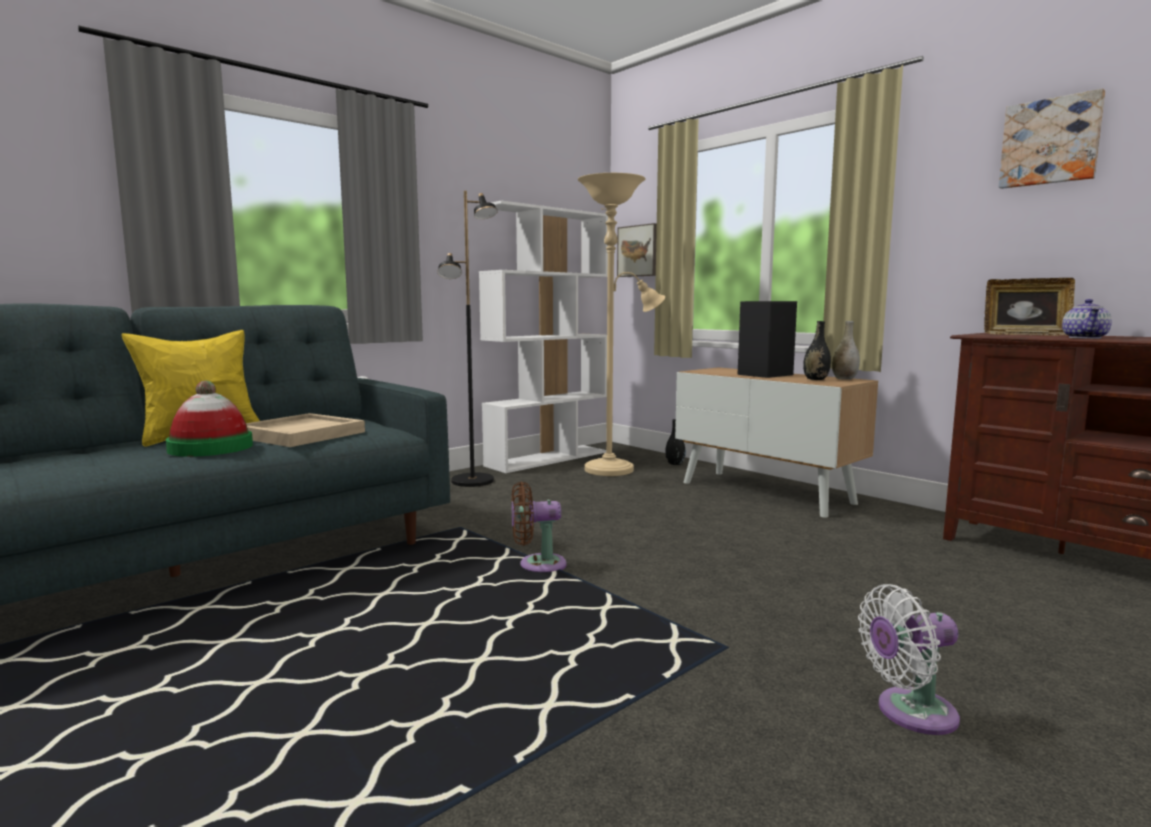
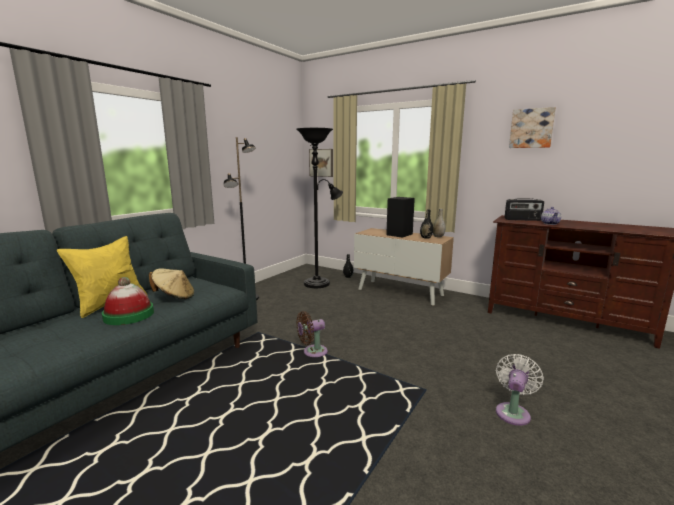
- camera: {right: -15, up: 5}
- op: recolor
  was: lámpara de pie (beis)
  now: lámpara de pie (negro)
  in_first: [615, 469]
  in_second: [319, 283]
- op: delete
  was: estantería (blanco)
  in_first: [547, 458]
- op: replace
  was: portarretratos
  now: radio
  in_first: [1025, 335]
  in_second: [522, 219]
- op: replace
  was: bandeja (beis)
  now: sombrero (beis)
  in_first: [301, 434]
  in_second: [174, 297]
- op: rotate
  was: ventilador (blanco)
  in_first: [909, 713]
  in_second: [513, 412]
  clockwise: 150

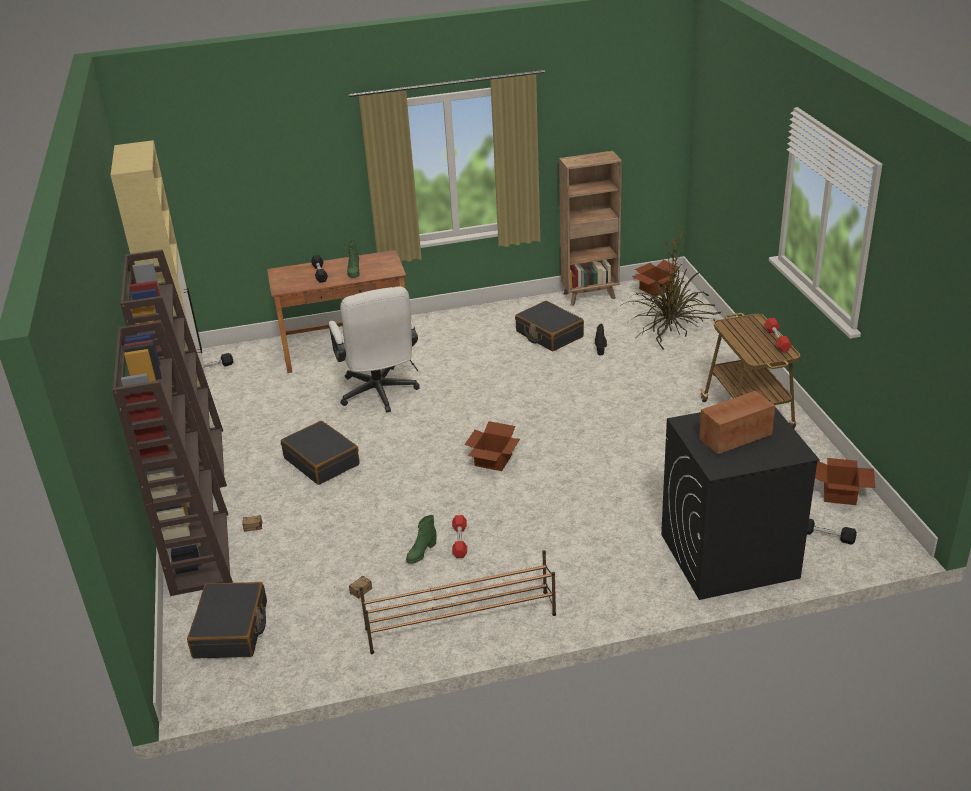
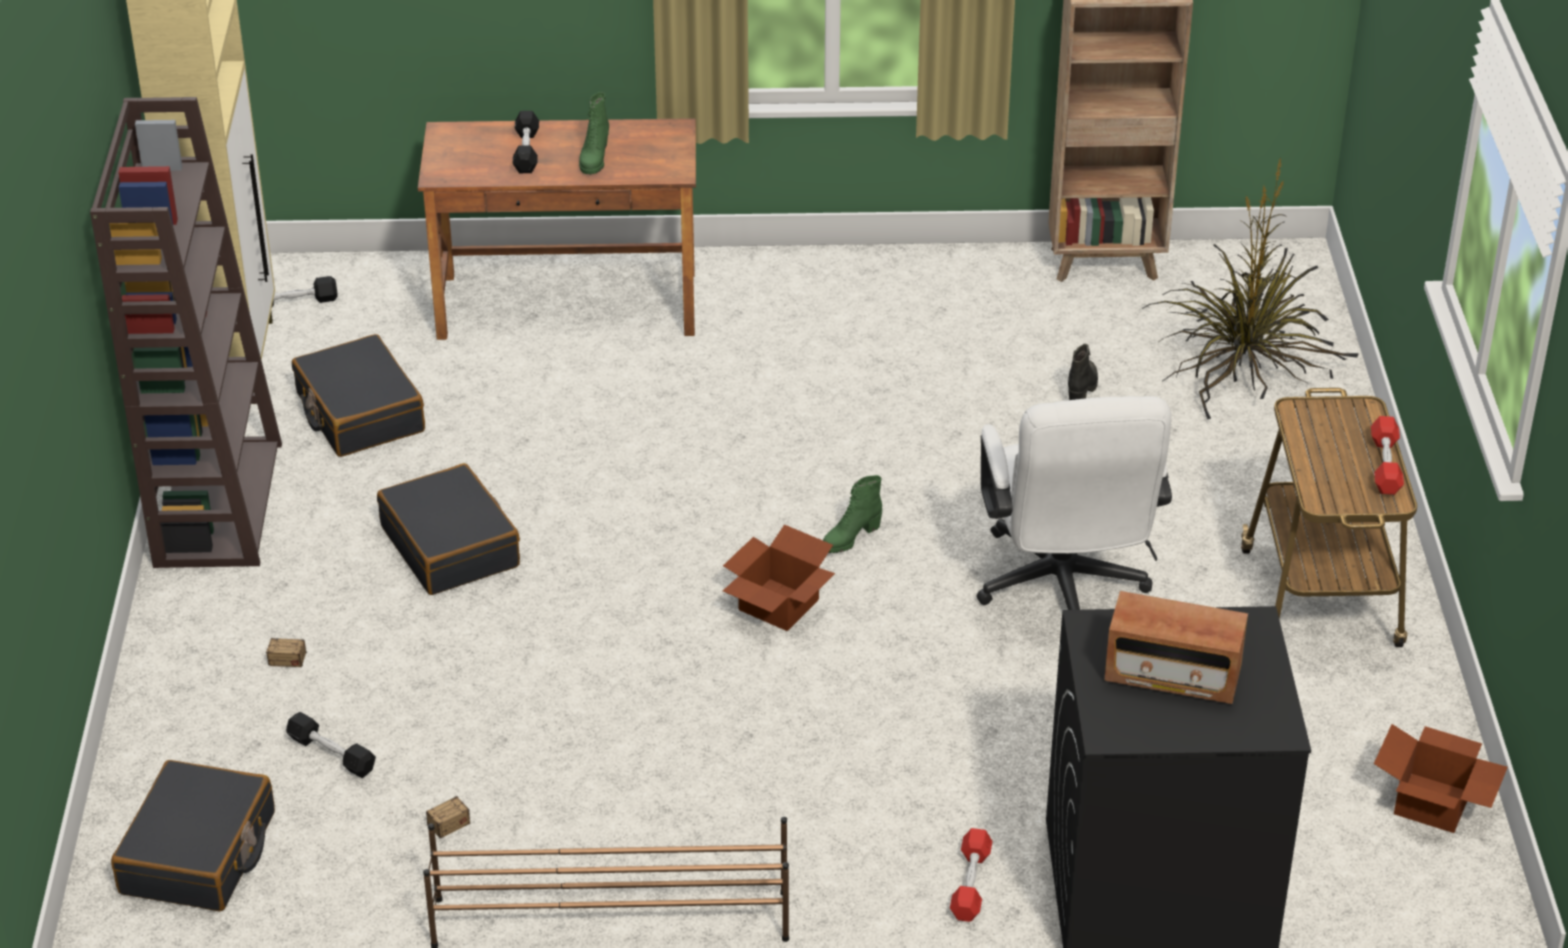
- camera: {right: 10, up: 5}
- op: delete
  was: caja de cartón
  in_first: [654, 289]
- op: move
  was: silla de oficina (blanco)
  in_first: [379, 395]
  in_second: [1062, 591]
- op: move
  was: maleta (negro)
  in_first: [549, 334]
  in_second: [359, 413]
- op: delete
  was: estantería (marrón)
  in_first: [199, 552]
- op: rotate
  was: radio
  in_first: [735, 437]
  in_second: [1172, 675]
  clockwise: -150
- op: move
  was: bota (verde)
  in_first: [421, 553]
  in_second: [850, 538]
- op: move
  was: mancuerna (rojo)
  in_first: [460, 541]
  in_second: [970, 884]
- op: move
  was: mancuerna (negro)
  in_first: [826, 536]
  in_second: [332, 754]

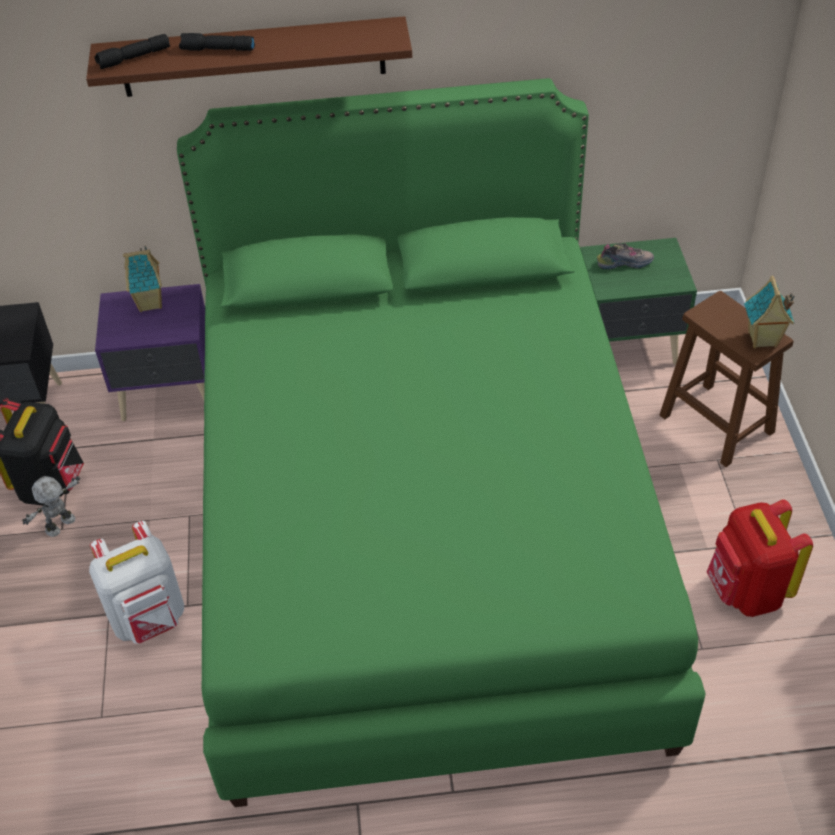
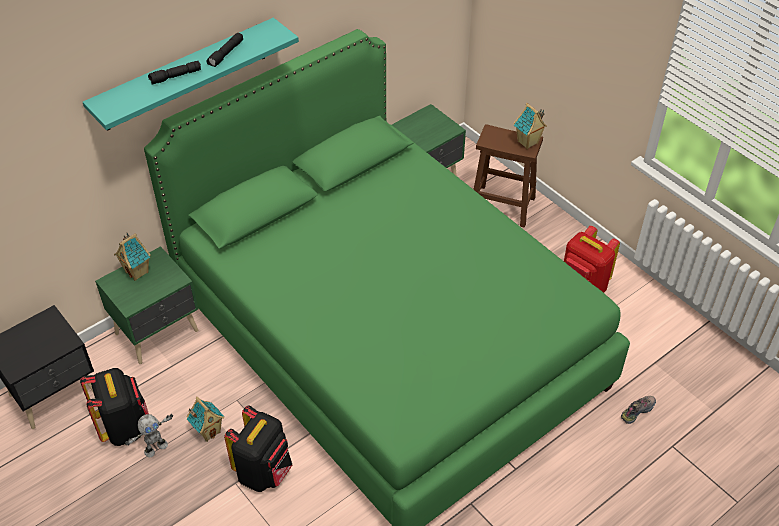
- camera: {right: -35, up: 0}
- op: recolor
  was: estante (marrón)
  now: estante (turquesa)
  in_first: [253, 57]
  in_second: [185, 75]
- op: move
  was: linterna (negro)
  in_first: [134, 58]
  in_second: [226, 54]
- op: move
  was: zapato
  in_first: [624, 263]
  in_second: [637, 411]
- op: recolor
  was: mesita de noche (morado)
  now: mesita de noche (verde)
  in_first: [170, 394]
  in_second: [158, 332]
- op: rotate
  was: robot de juguete
  in_first: [61, 526]
  in_second: [155, 448]
  clockwise: -135
- op: recolor
  was: mochila (blanco)
  now: mochila (negro)
  in_first: [149, 619]
  in_second: [264, 472]
- op: insert
  now: casita
  in_second: [208, 431]

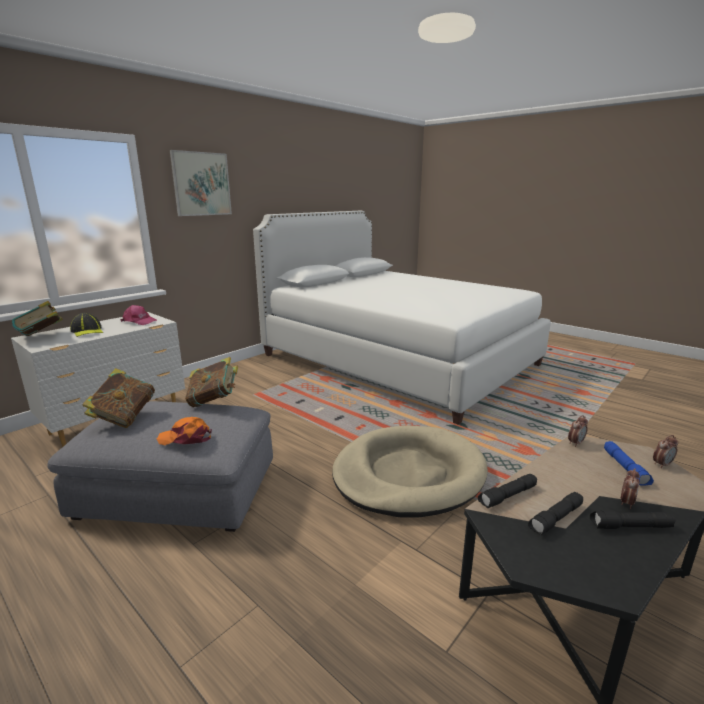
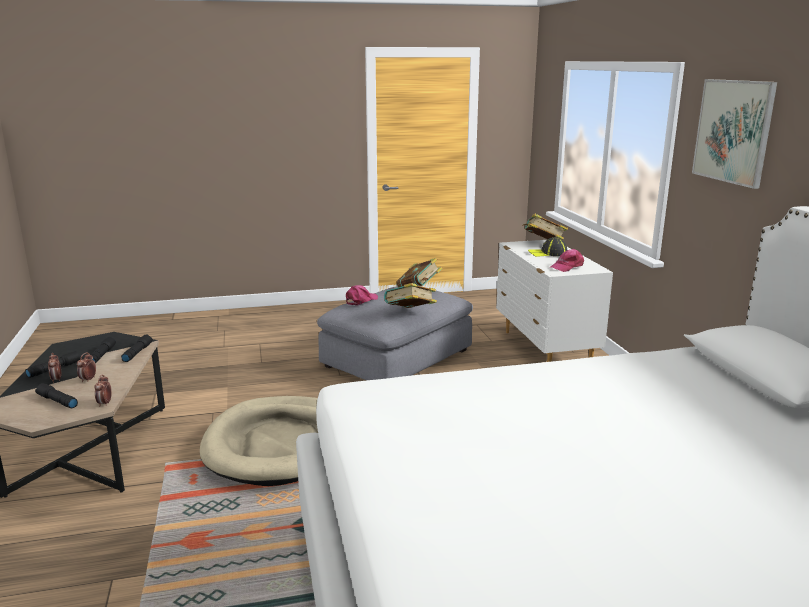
- camera: {right: 125, up: 0}
- op: recolor
  was: gorra (naranja)
  now: gorra (rosa)
  in_first: [185, 438]
  in_second: [361, 300]
- op: move
  was: despertador
  in_first: [662, 464]
  in_second: [88, 380]
- op: recolor
  was: linterna (azul)
  now: linterna (negro)
  in_first: [625, 468]
  in_second: [57, 401]

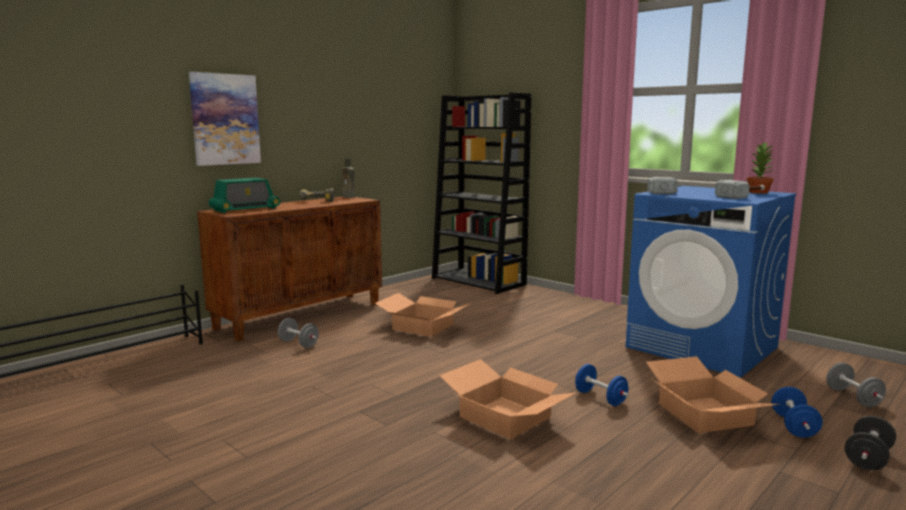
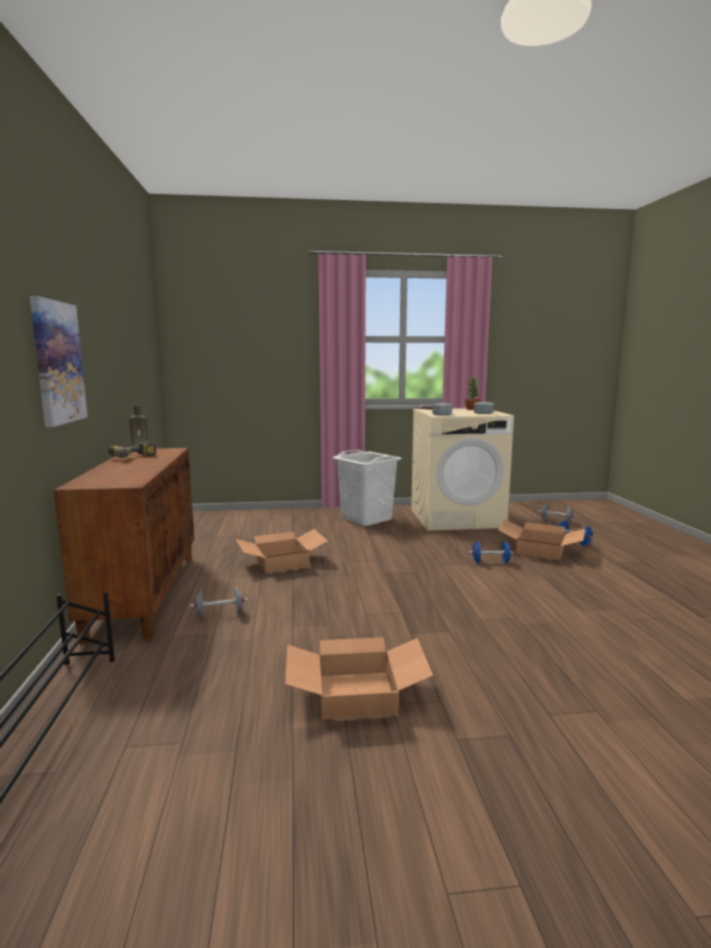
- camera: {right: -50, up: 0}
- op: delete
  was: estantería (negro)
  in_first: [479, 281]
- op: delete
  was: radio
  in_first: [245, 209]
- op: recolor
  was: lavadora (azul)
  now: lavadora (beis)
  in_first: [702, 347]
  in_second: [457, 518]
- op: move
  was: caja de cartón
  in_first: [507, 417]
  in_second: [357, 694]
- op: delete
  was: mancuerna (negro)
  in_first: [868, 458]
- op: insert
  now: cesto de la ropa (blanco)
  in_second: [366, 519]

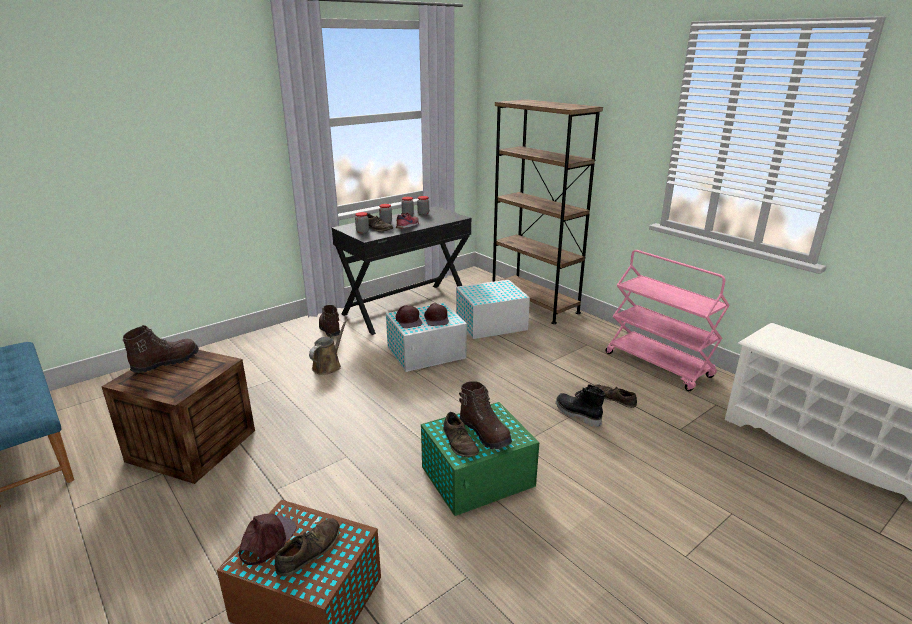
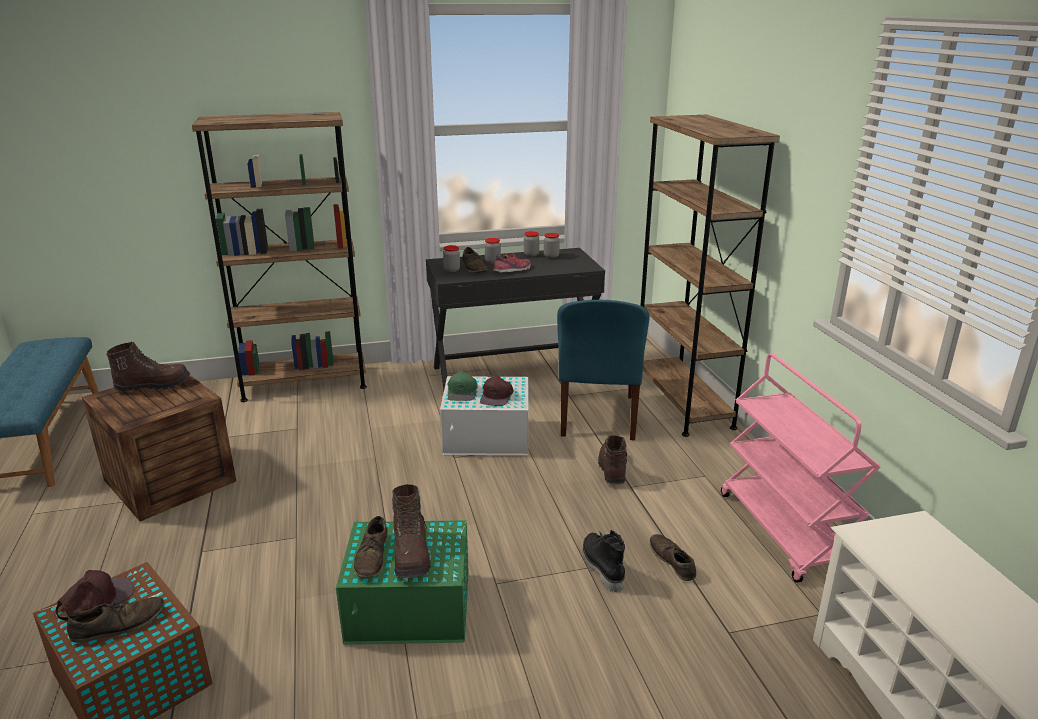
- camera: {right: 25, up: 0}
- op: replace
  was: caja de almacenaje (blanco)
  now: silla (azul)
  in_first: [490, 324]
  in_second: [597, 417]
- op: move
  was: bota (marrón)
  in_first: [329, 330]
  in_second: [611, 470]
- op: recolor
  was: gorra (marrón)
  now: gorra (verde)
  in_first: [408, 320]
  in_second: [463, 391]
- op: delete
  was: regadera (marrón)
  in_first: [328, 365]
- op: insert
  now: estantería (marrón)
  in_second: [304, 383]

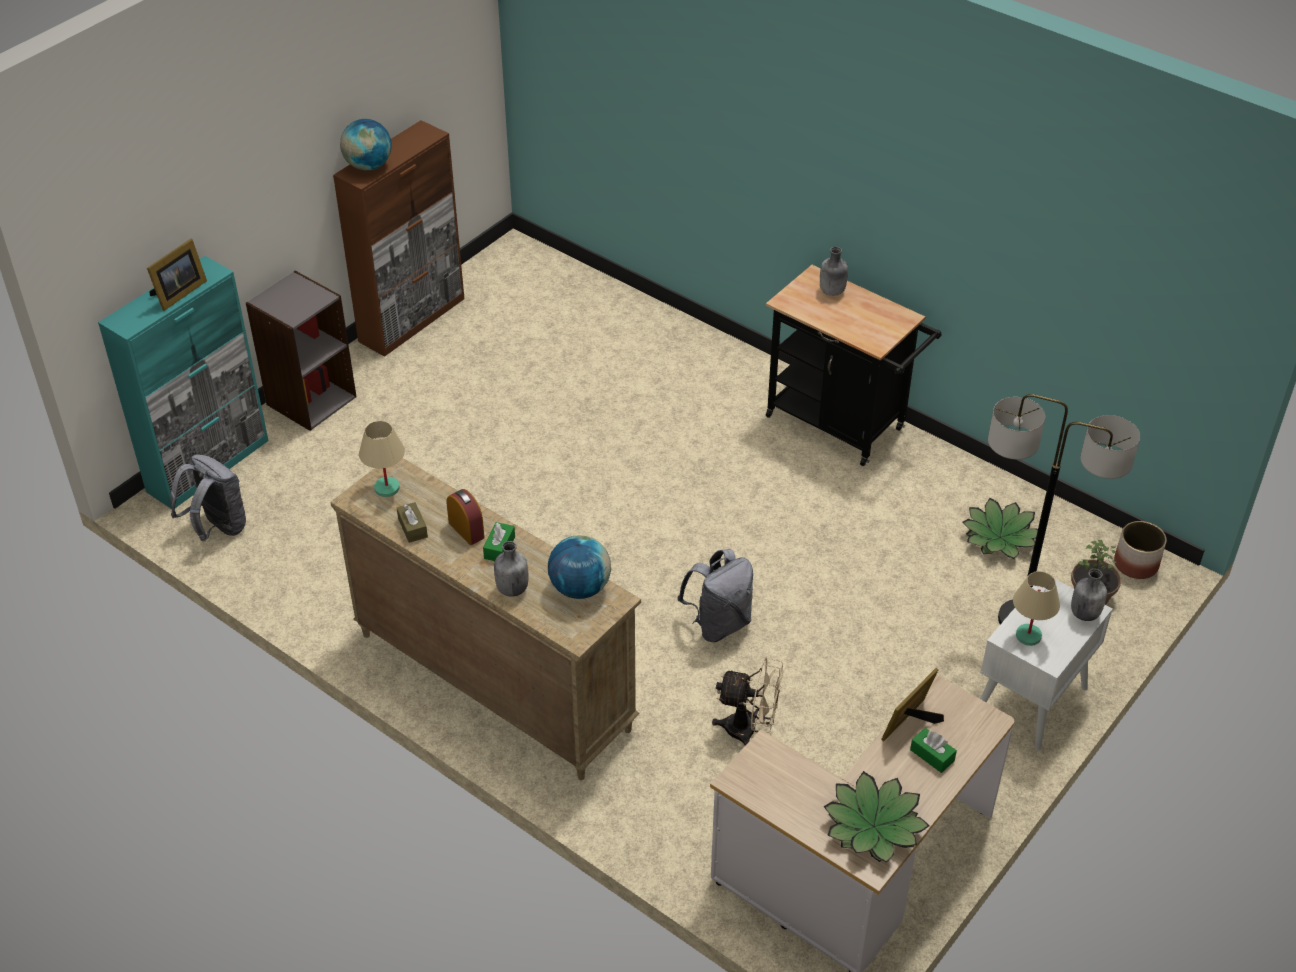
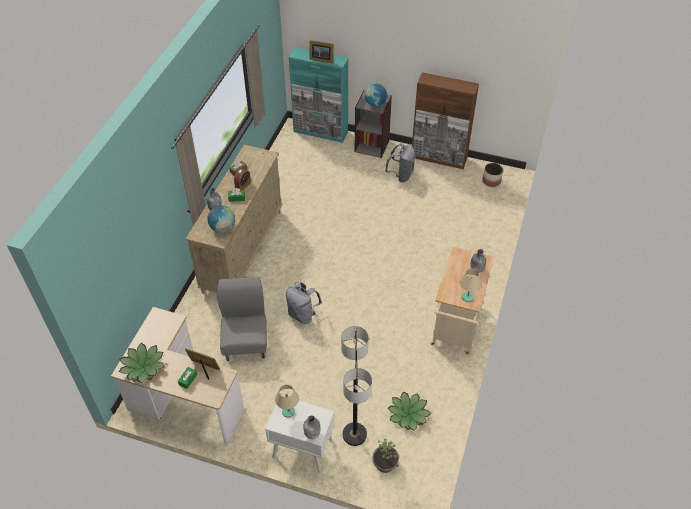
- camera: {right: 70, up: 5}
- op: move
  was: globo terráqueo
  in_first: [368, 166]
  in_second: [375, 104]
- op: recolor
  was: carrito (negro)
  now: carrito (beis)
  in_first: [842, 426]
  in_second: [456, 329]
- op: move
  was: lámpara de mesa (beis)
  in_first: [387, 488]
  in_second: [467, 297]
- op: move
  was: mochila (gris)
  in_first: [217, 528]
  in_second: [401, 175]
- op: move
  was: maceta
  in_first: [1135, 564]
  in_second: [491, 181]
- op: replace
  was: ventilador (beis)
  now: silla (gris)
  in_first: [749, 730]
  in_second: [246, 341]

